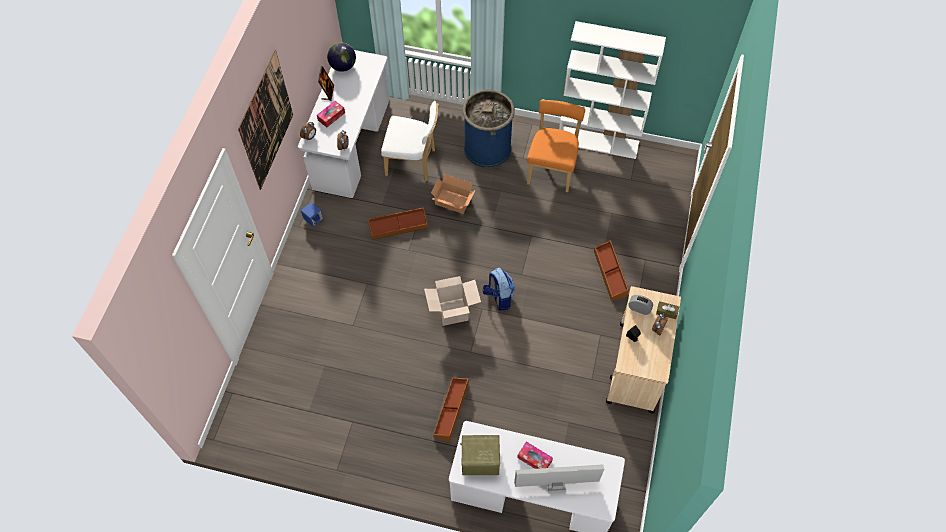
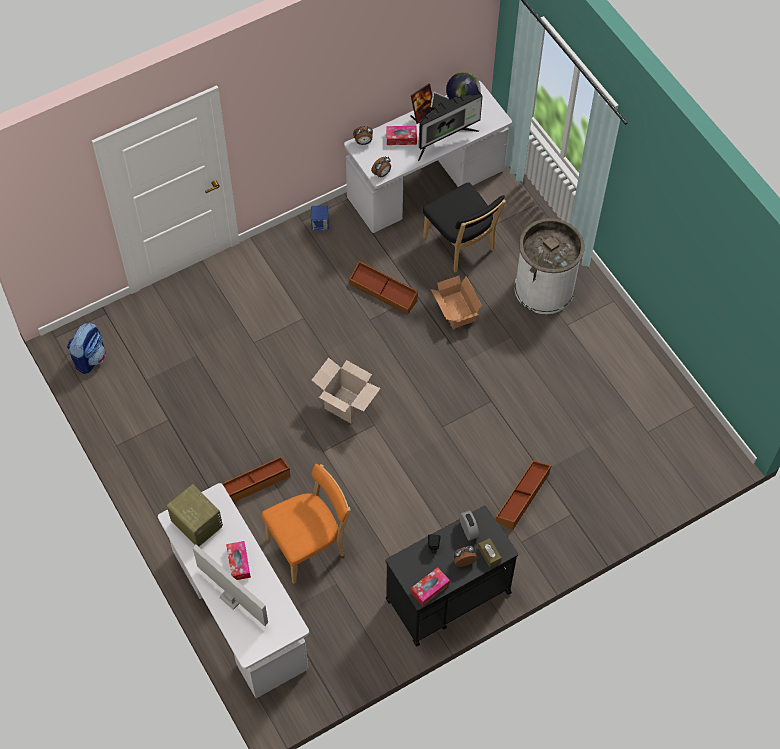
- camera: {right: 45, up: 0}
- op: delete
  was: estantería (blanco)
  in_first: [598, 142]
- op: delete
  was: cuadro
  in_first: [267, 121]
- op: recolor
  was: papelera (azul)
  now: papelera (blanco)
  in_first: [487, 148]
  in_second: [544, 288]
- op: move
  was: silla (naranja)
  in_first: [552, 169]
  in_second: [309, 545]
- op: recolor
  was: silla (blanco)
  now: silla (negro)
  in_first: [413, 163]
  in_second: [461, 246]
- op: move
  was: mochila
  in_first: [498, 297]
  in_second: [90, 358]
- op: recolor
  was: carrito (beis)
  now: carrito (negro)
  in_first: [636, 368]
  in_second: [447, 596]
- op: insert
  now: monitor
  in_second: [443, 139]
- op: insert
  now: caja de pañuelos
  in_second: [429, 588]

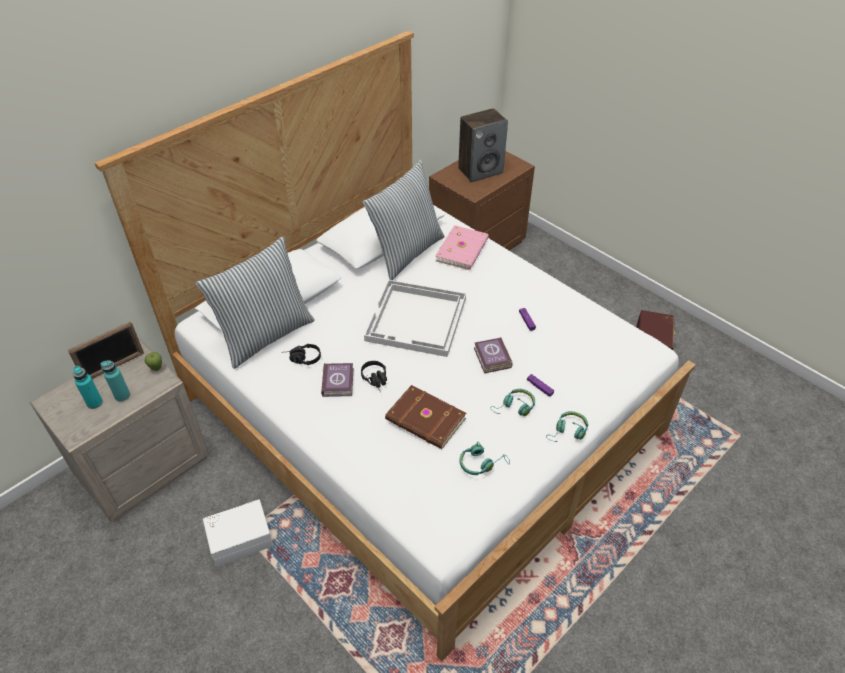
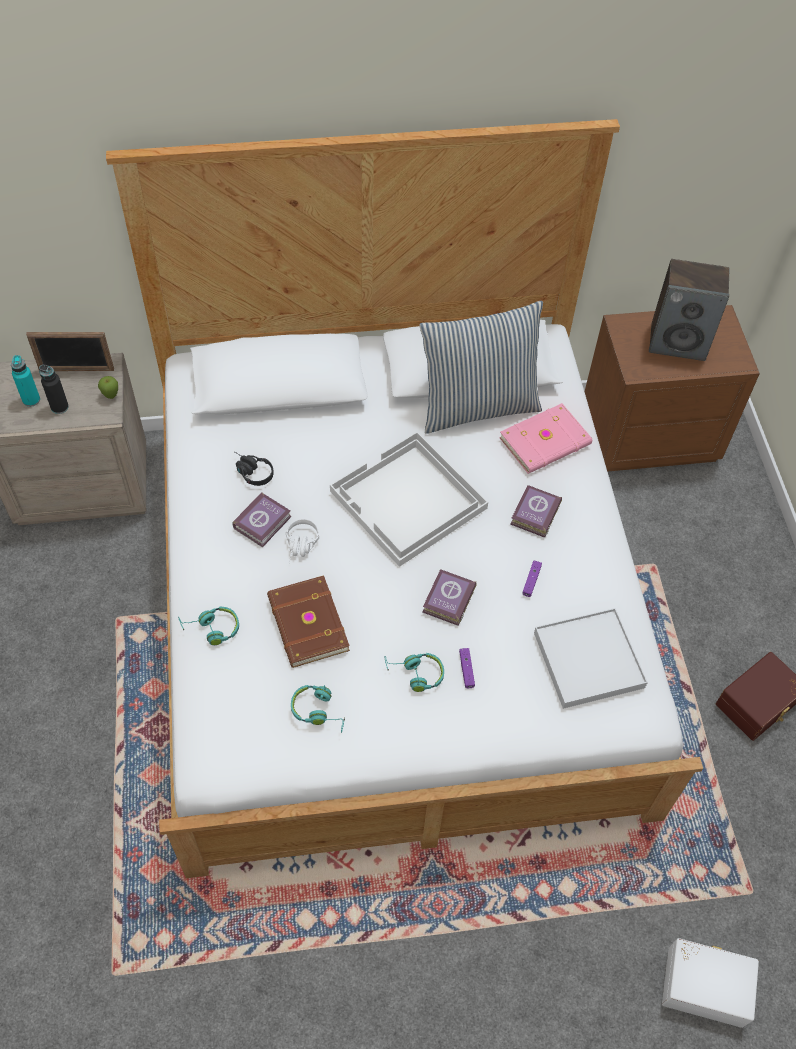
- camera: {right: 35, up: 10}
- op: delete
  was: cojín
  in_first: [265, 335]
- op: recolor
  was: botella (turquesa)
  now: botella (negro)
  in_first: [122, 395]
  in_second: [59, 407]
- op: recolor
  was: auriculares (negro)
  now: auriculares (blanco)
  in_first: [377, 381]
  in_second: [301, 547]
- op: move
  was: auriculares (turquesa)
  in_first: [568, 432]
  in_second: [212, 629]
- op: move
  was: caja de almacenaje (blanco)
  in_first: [240, 537]
  in_second: [705, 984]
- op: insert
  now: libro
  in_second: [534, 514]
- op: insert
  now: bandeja (blanco)
  in_second: [588, 660]

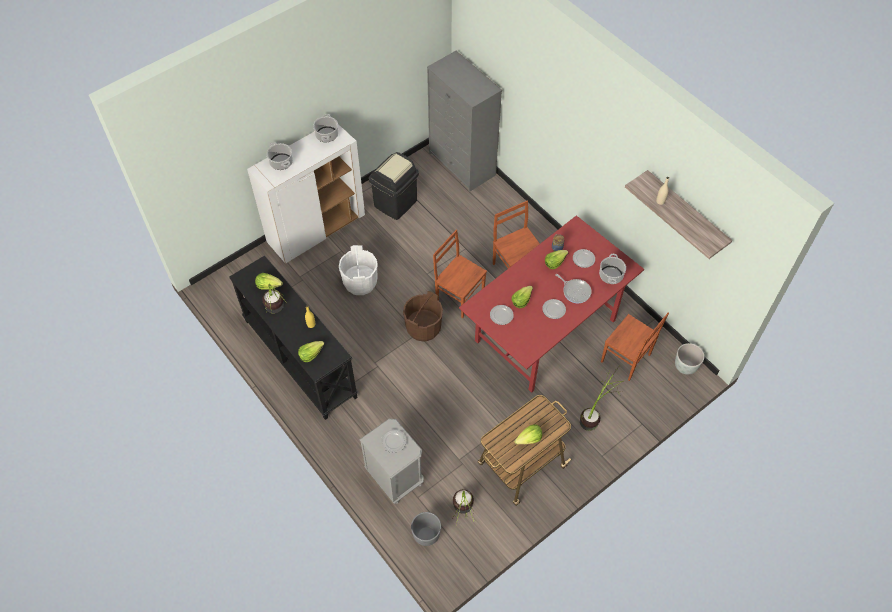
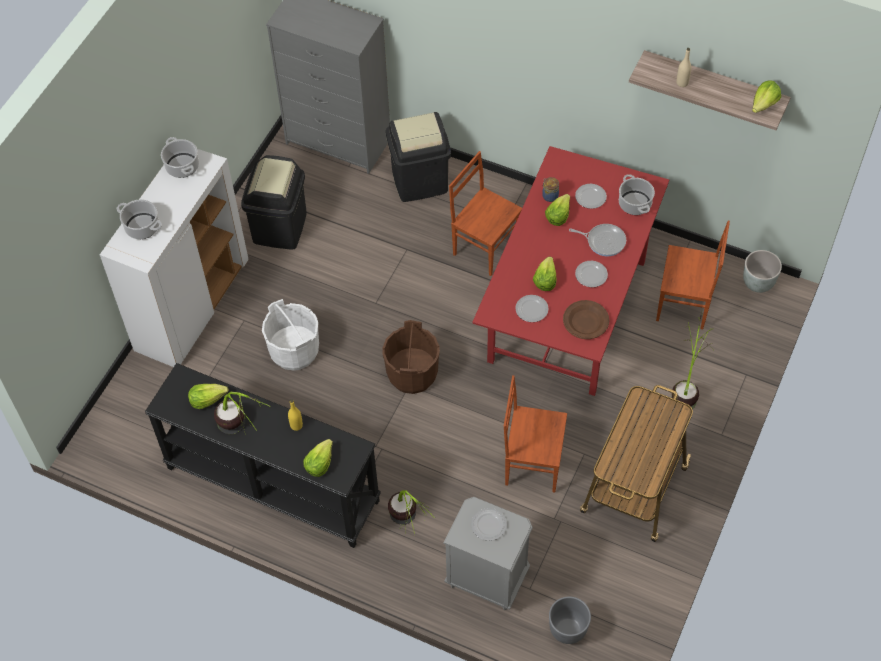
- camera: {right: -25, up: 0}
- op: move
  was: silla (marrón)
  in_first: [459, 296]
  in_second: [532, 462]
- op: move
  was: lechuga
  in_first: [529, 439]
  in_second: [764, 104]
- op: move
  was: planta en maceta
  in_first: [462, 515]
  in_second: [409, 526]
- op: insert
  now: papelera (negro)
  in_second: [419, 181]
- op: insert
  now: plato (marrón)
  in_second: [585, 321]

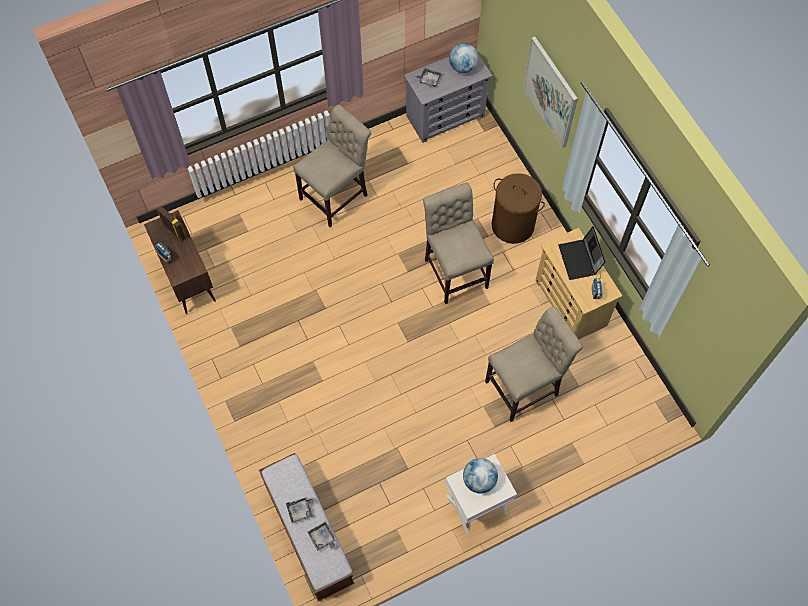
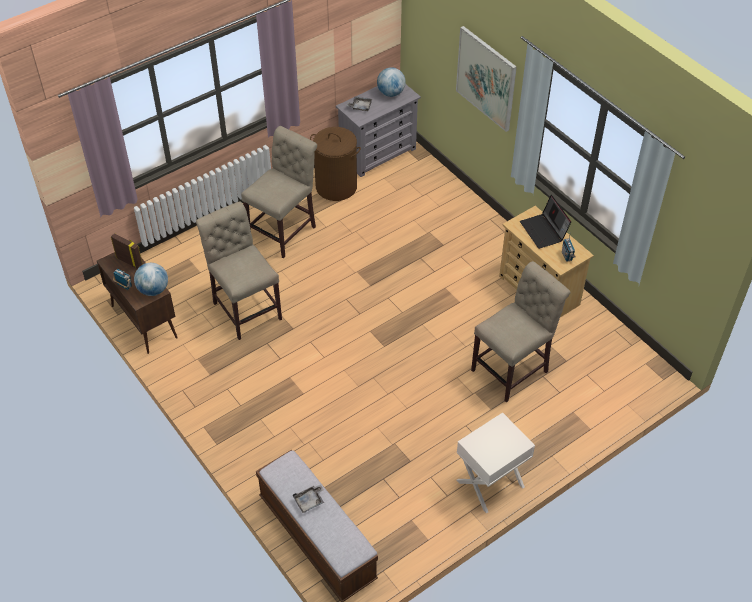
- camera: {right: -10, up: -15}
- op: move
  was: cesto de la ropa (marrón)
  in_first: [513, 225]
  in_second: [336, 186]
- op: move
  was: silla (beis)
  in_first: [454, 270]
  in_second: [245, 308]
- op: move
  was: globo terráqueo
  in_first: [479, 480]
  in_second: [153, 290]
- op: delete
  was: bandeja (gris)
  in_first: [322, 538]

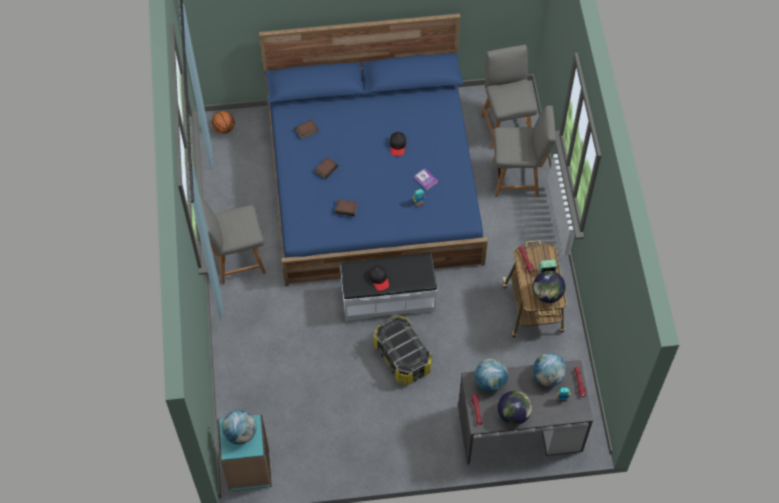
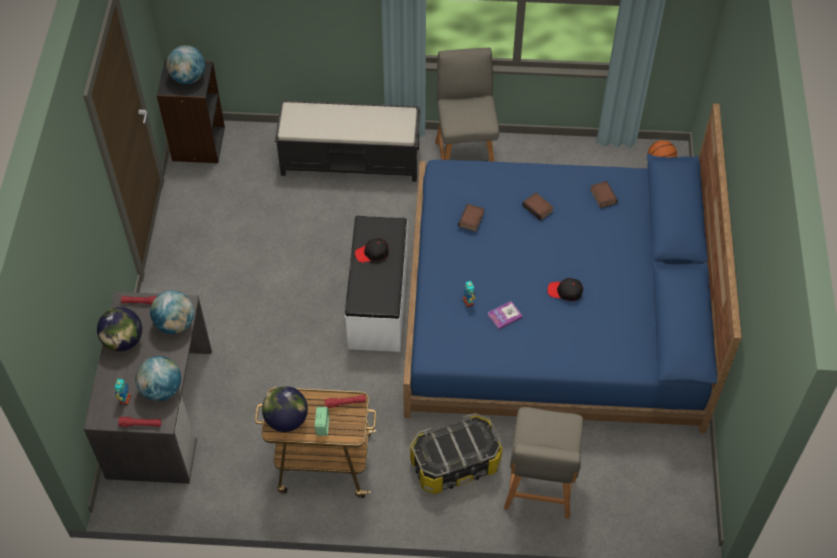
- camera: {right: 100, up: -5}
- op: delete
  was: silla (gris)
  in_first: [505, 126]
- op: move
  was: caja de almacenaje
  in_first: [402, 357]
  in_second: [455, 463]
- op: recolor
  was: estantería (turquesa)
  now: estantería (negro)
  in_first: [249, 470]
  in_second: [197, 143]
- op: insert
  now: banco (negro)
  in_second: [351, 160]

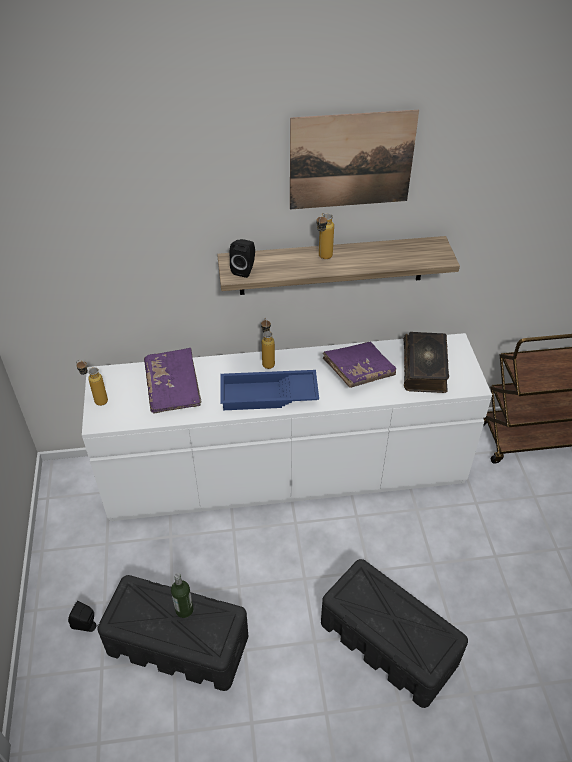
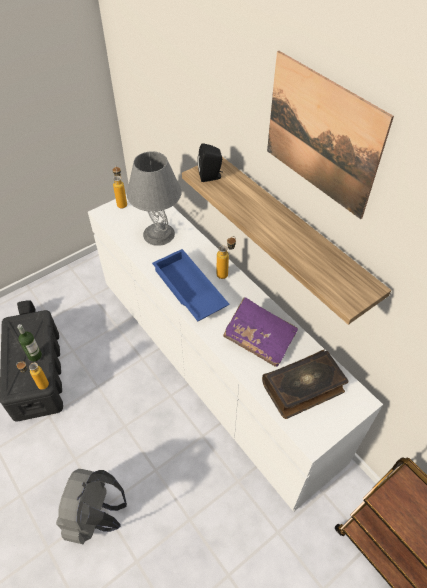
- camera: {right: 60, up: 5}
- op: move
  was: botella
  in_first: [323, 259]
  in_second: [38, 385]
- op: replace
  was: libro (morado)
  now: lámpara de mesa (gris)
  in_first: [173, 388]
  in_second: [158, 234]
- op: replace
  was: caja de almacenaje (negro)
  now: mochila (gris)
  in_first: [389, 643]
  in_second: [96, 516]

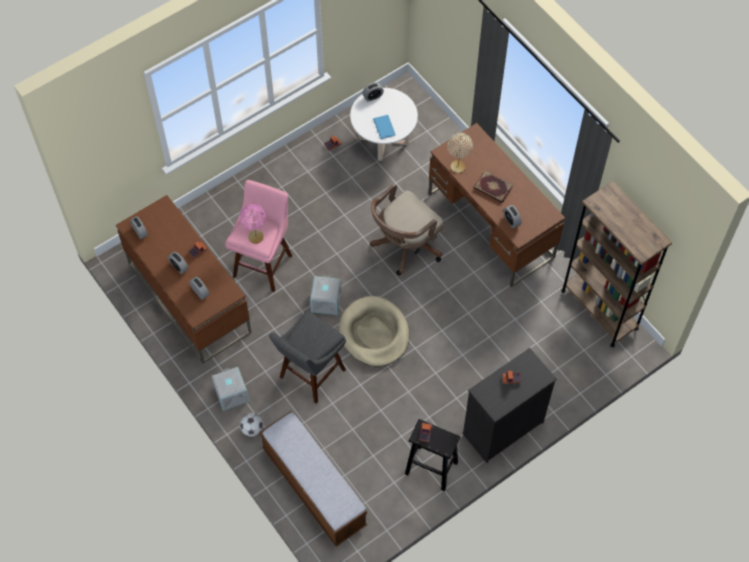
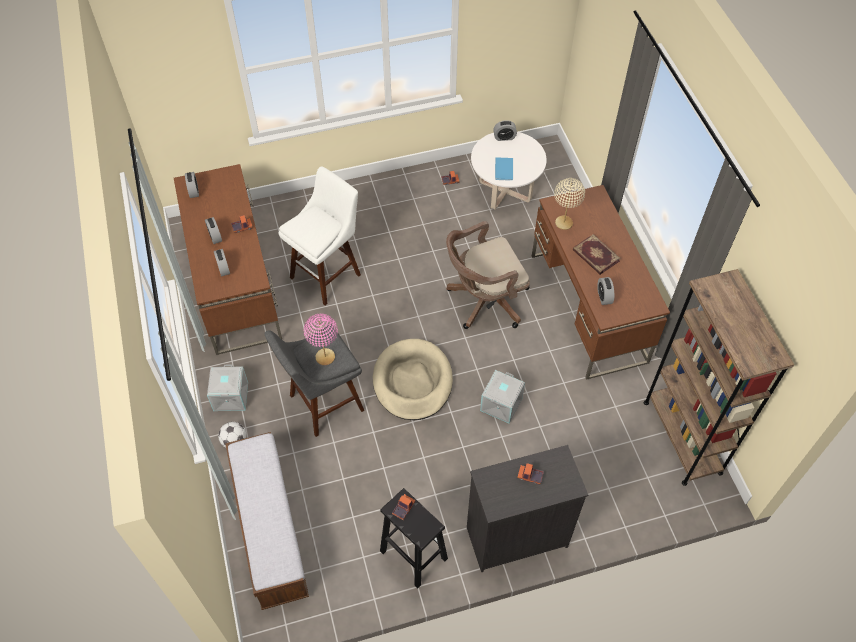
- camera: {right: 20, up: -5}
- op: recolor
  was: taburete (rosa)
  now: taburete (blanco)
  in_first: [264, 263]
  in_second: [328, 274]
- op: move
  was: lámpara de mesa (rosa)
  in_first: [256, 237]
  in_second: [325, 357]
- op: move
  was: caja de almacenaje (gris)
  in_first: [326, 302]
  in_second: [501, 404]

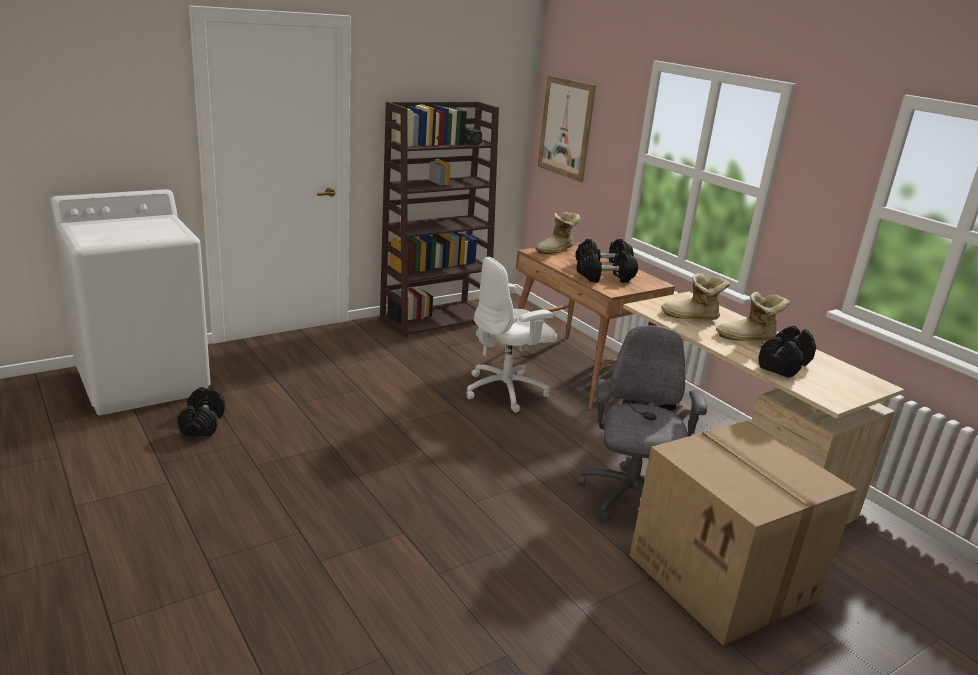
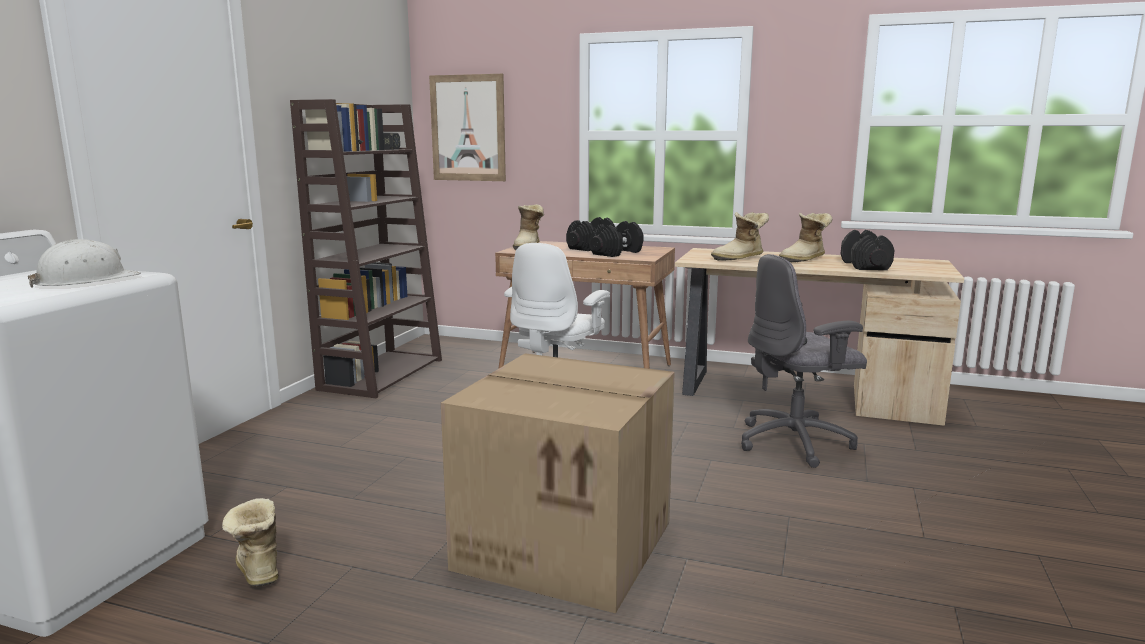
- camera: {right: -35, up: -10}
- op: rotate
  was: silla de oficina (gris)
  in_first: [629, 498]
  in_second: [796, 442]
  clockwise: -75
- op: replace
  was: mancuerna (negro)
  now: bota
  in_first: [203, 424]
  in_second: [257, 570]
- op: move
  was: caja de cartón
  in_first: [725, 578]
  in_second: [568, 544]
- op: insert
  now: casco (blanco)
  in_second: [86, 281]

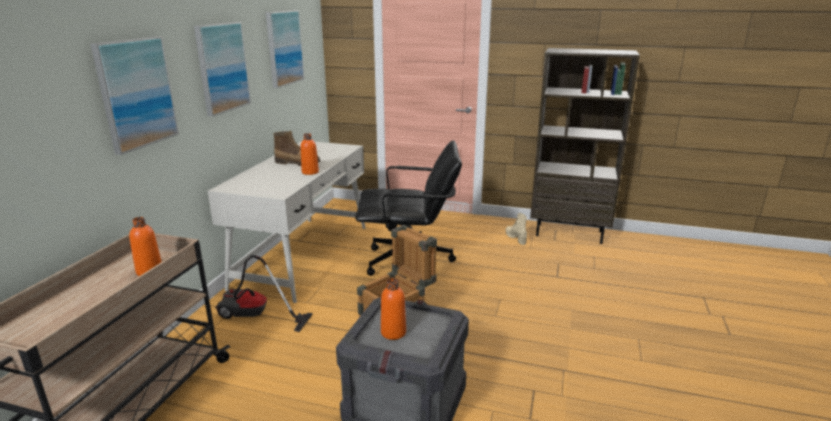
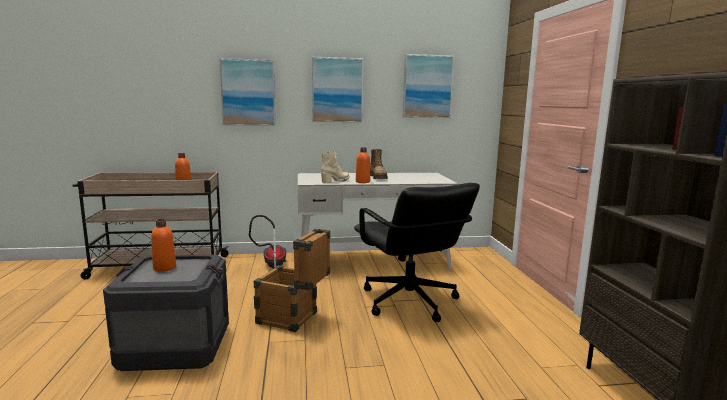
- camera: {right: 65, up: -10}
- op: move
  was: bota (beis)
  in_first: [516, 238]
  in_second: [336, 181]

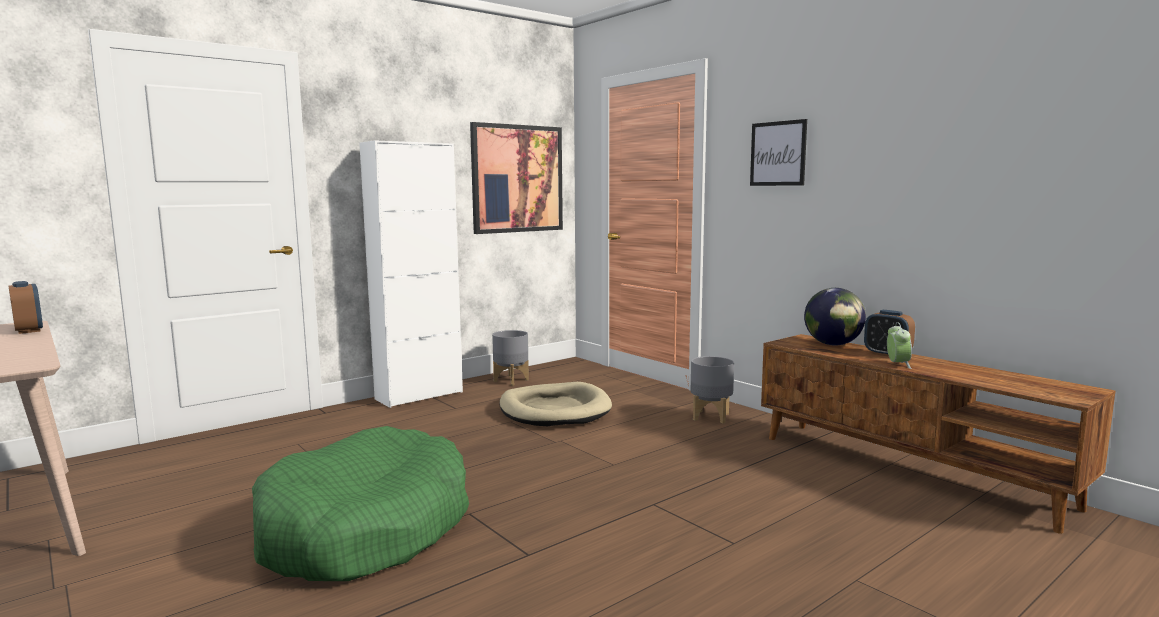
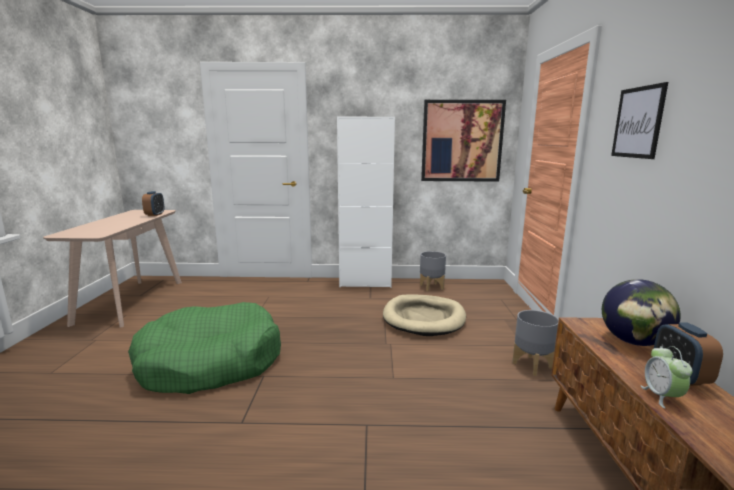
- camera: {right: 40, up: 5}
- op: rotate
  was: despertador
  in_first: [897, 364]
  in_second: [661, 396]
  clockwise: 135

